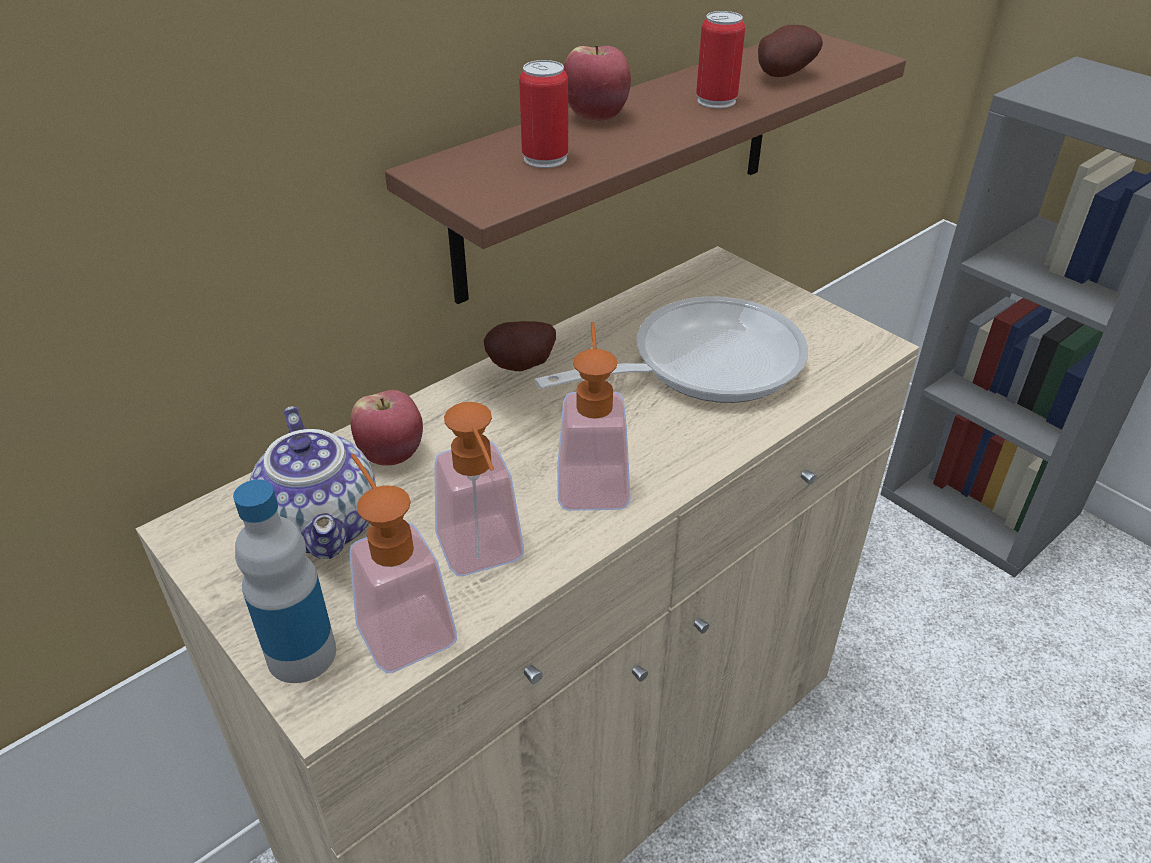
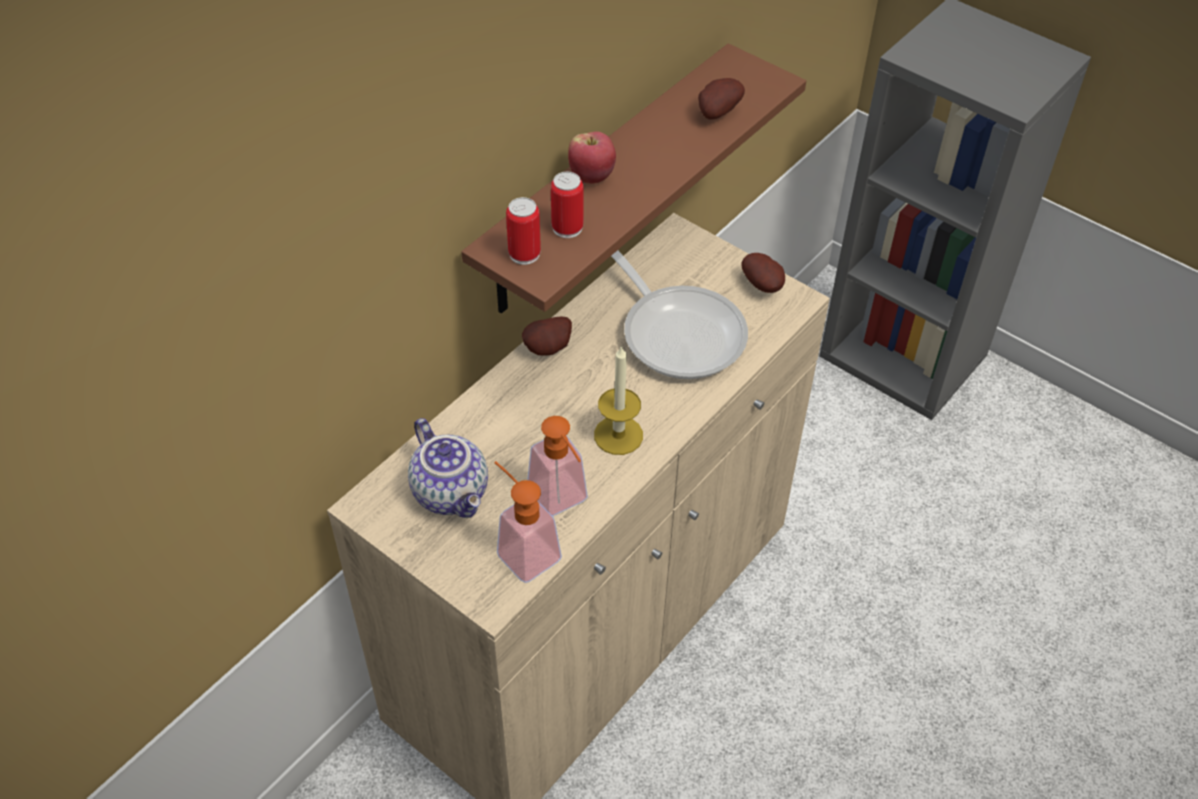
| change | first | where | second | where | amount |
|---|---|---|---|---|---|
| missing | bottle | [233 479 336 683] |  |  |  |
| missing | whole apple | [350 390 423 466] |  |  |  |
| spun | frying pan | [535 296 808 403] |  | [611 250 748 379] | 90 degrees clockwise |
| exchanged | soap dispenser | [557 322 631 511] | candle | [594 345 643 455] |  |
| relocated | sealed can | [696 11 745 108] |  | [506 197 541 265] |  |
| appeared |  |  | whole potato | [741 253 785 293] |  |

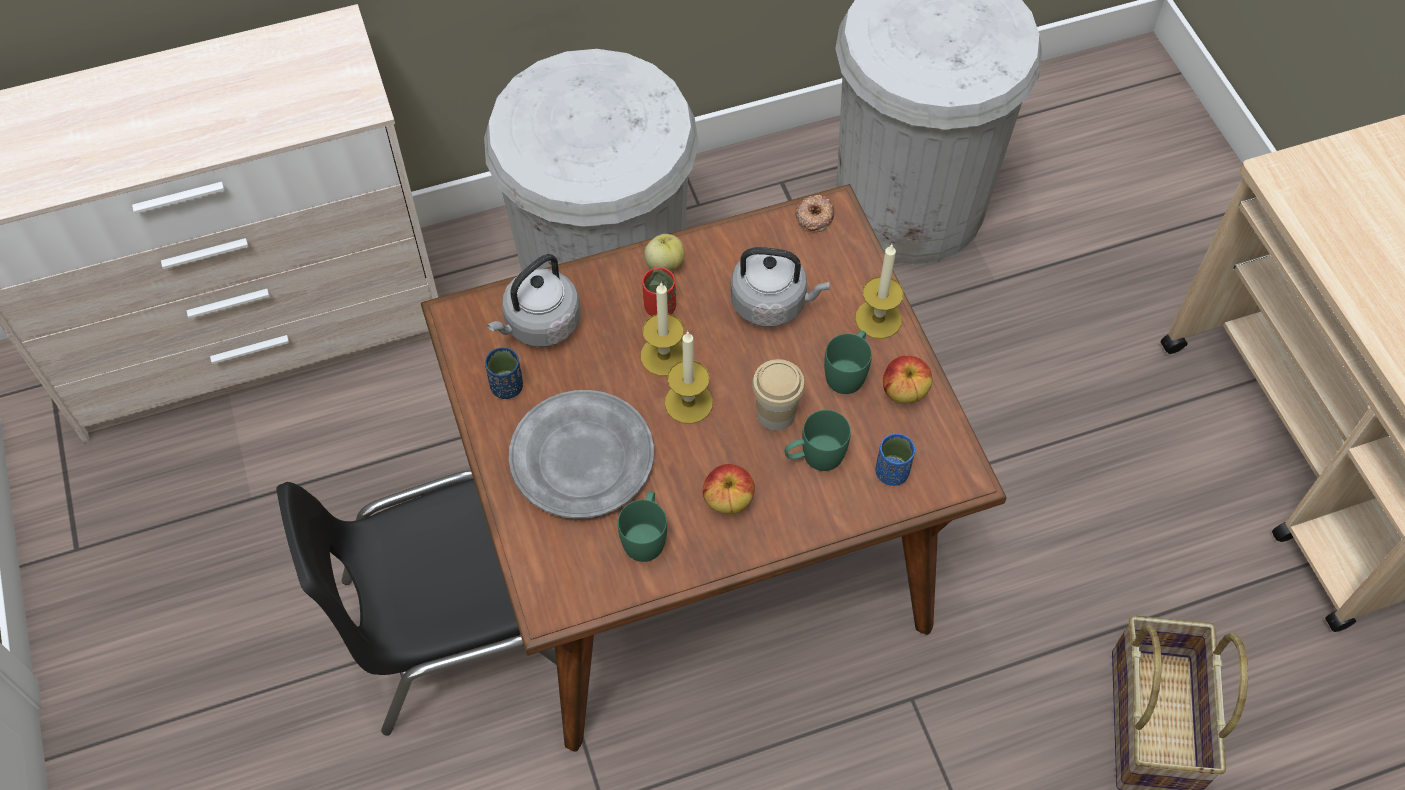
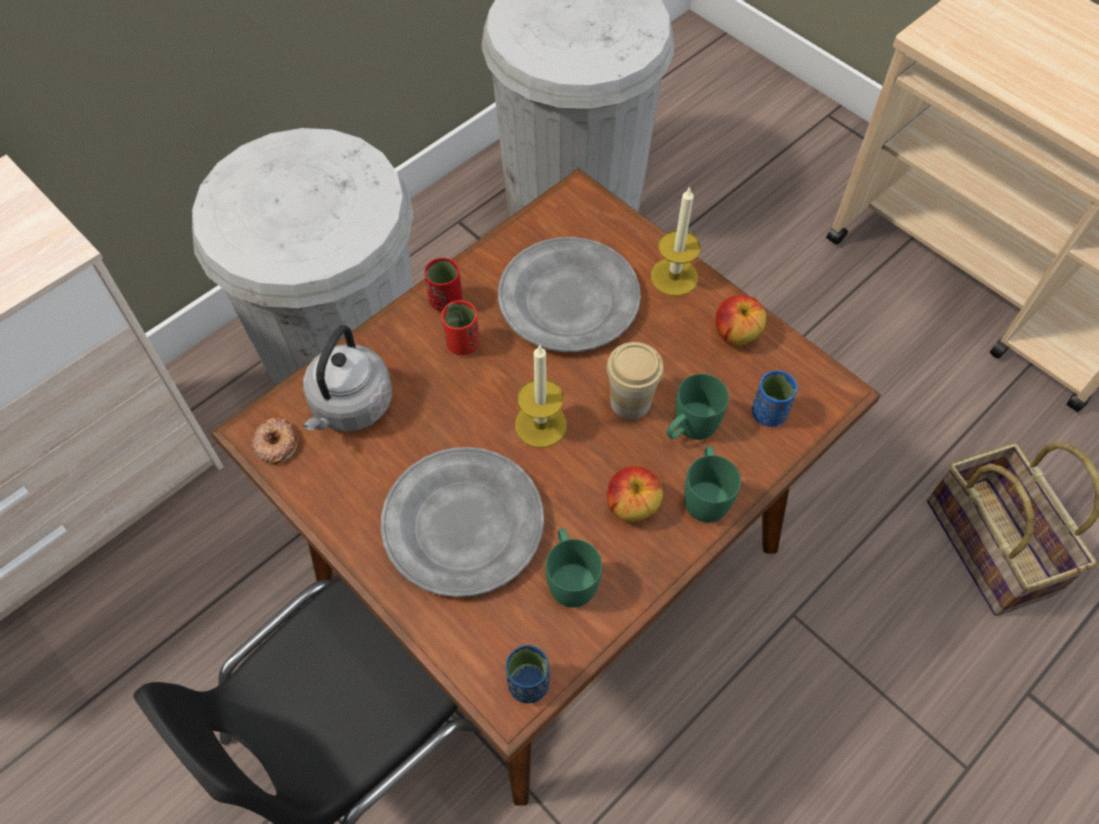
| change | first | where | second | where | amount |
|---|---|---|---|---|---|
| relocated | small cup (blue) | [485 347 523 399] |  | [506 645 549 704] |  |
| missing | candle | [641 282 684 376] |  |  |  |
| exchanged | whole apple | [644 234 685 270] | small cup (red-coloured) | [424 258 462 312] |  |
| exchanged | tea kettle (grey) | [731 247 830 327] | dinner plate (grey) | [498 237 641 352] |  |
| relocated | doughnut | [795 195 834 232] |  | [251 418 298 465] |  |
| relocated | tea mug (green) | [824 331 872 394] |  | [684 446 741 522] |  |

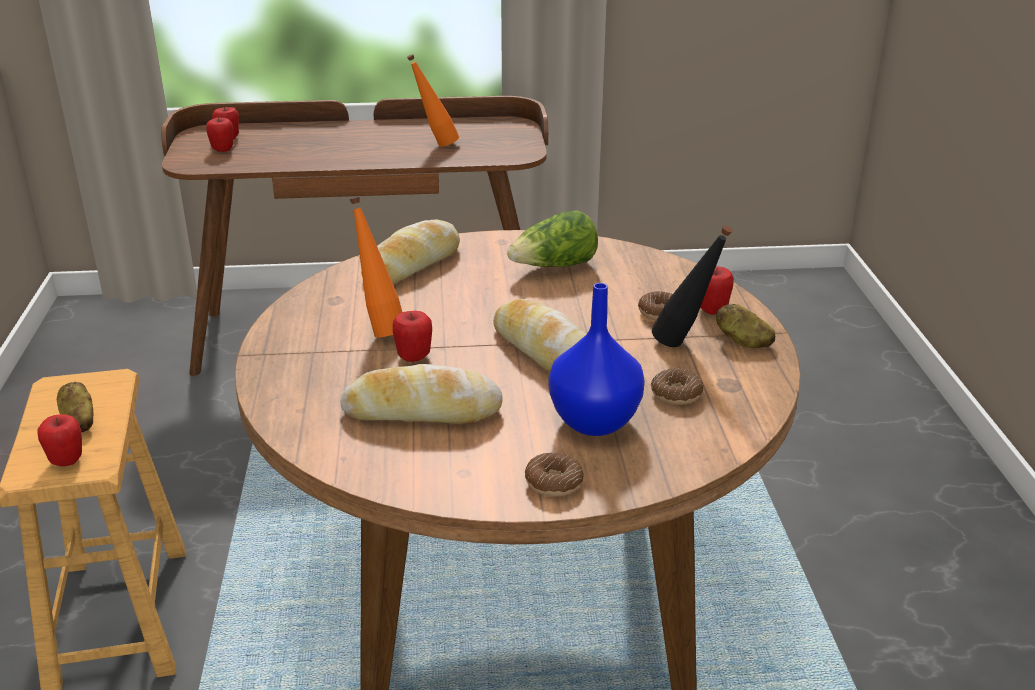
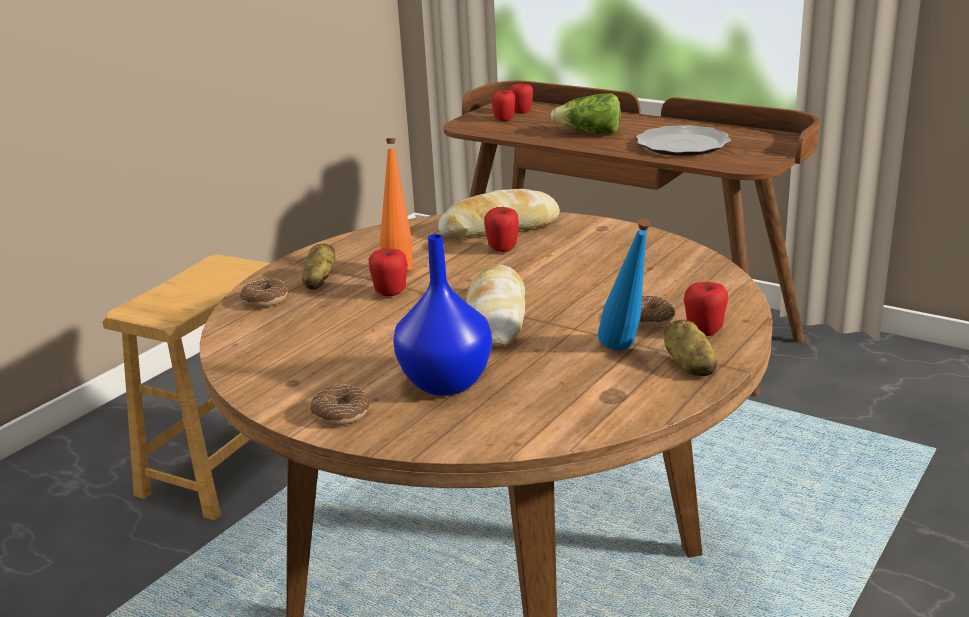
| change | first | where | second | where | amount |
|---|---|---|---|---|---|
| relocated | whole apple | [37 414 82 466] |  | [484 207 519 252] |  |
| relocated | whole potato | [57 382 93 432] |  | [302 244 335 290] |  |
| missing | baked bread | [340 364 503 423] |  |  |  |
| exchanged | bottle (orangey) | [407 54 459 147] | dinner plate | [636 125 731 156] |  |
| relocated | lettuce head | [507 211 598 267] |  | [551 94 621 134] |  |
| relocated | doughnut | [651 368 703 405] |  | [240 278 288 307] |  |
| colour | bottle (blackish) | [652 225 733 347] | bottle (blue) | [598 218 651 351] |  |

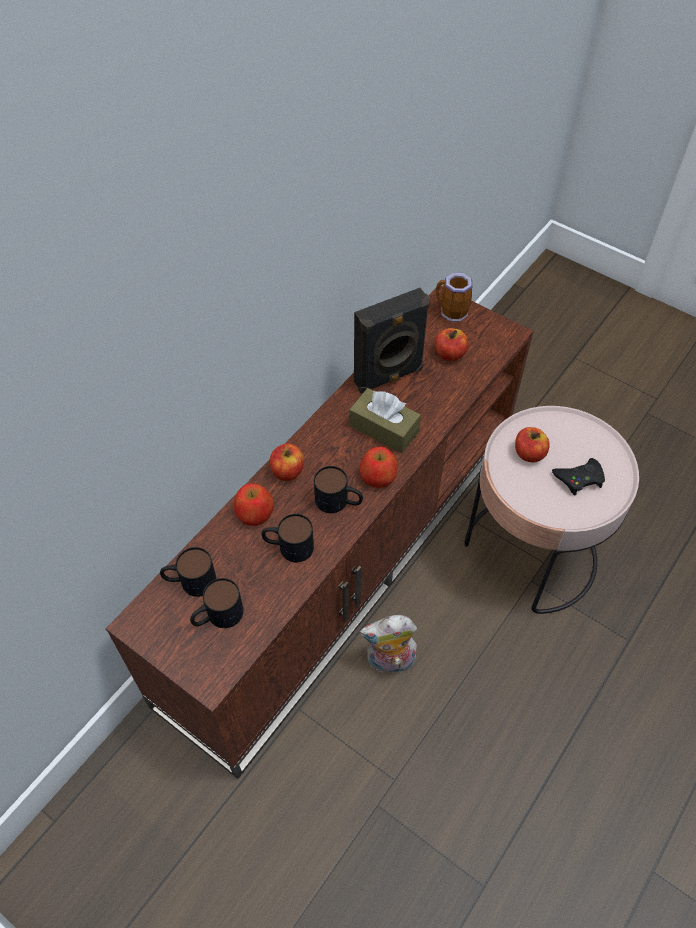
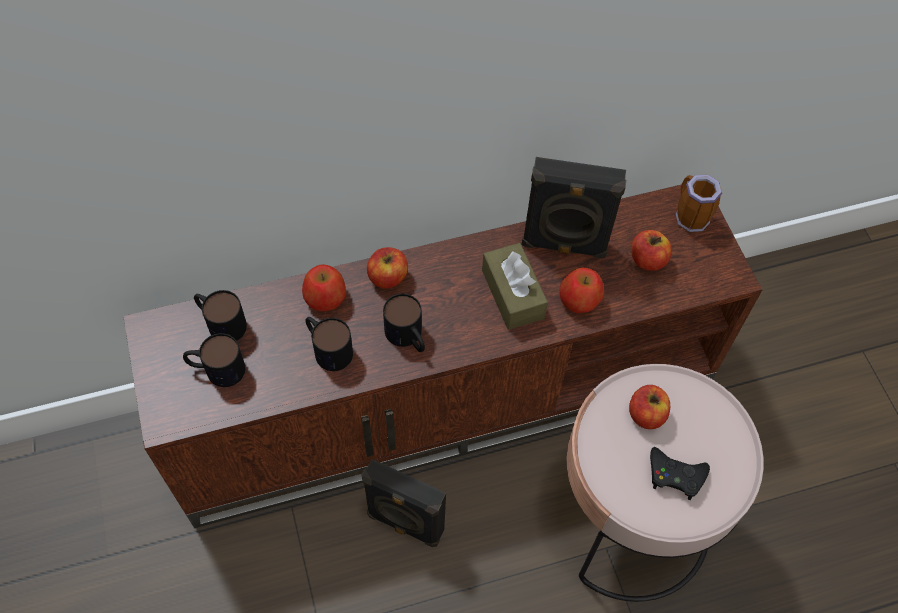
| change | first | where | second | where | amount |
|---|---|---|---|---|---|
| relocated | whole apple | [359 446 398 488] |  | [560 267 604 313] |  |
| exchanged | plush toy | [360 615 417 673] | speaker (blackish) | [362 459 446 547] |  |

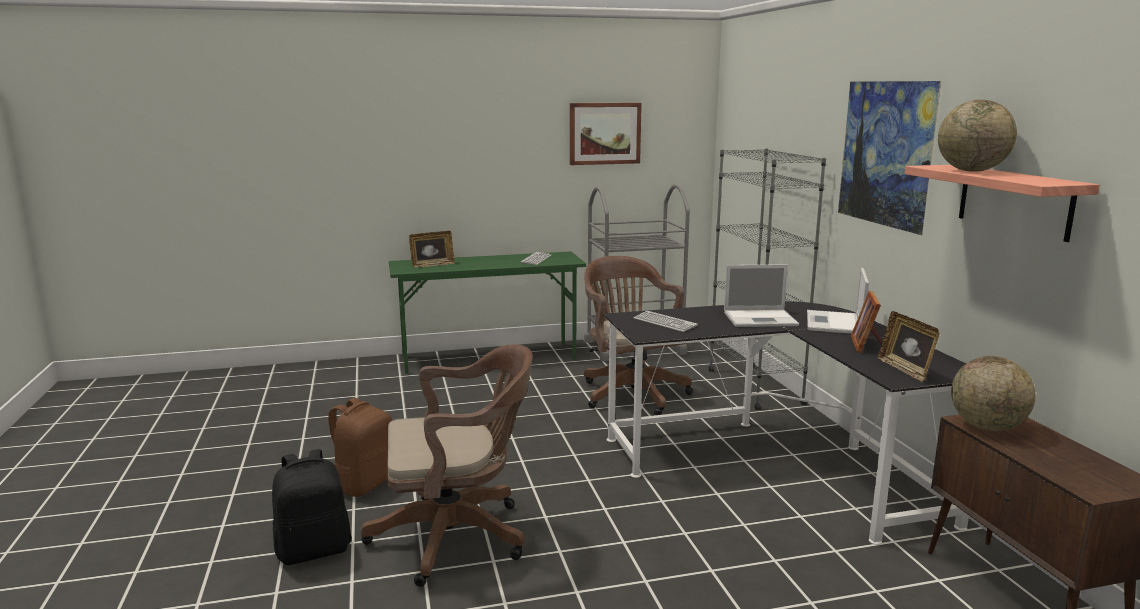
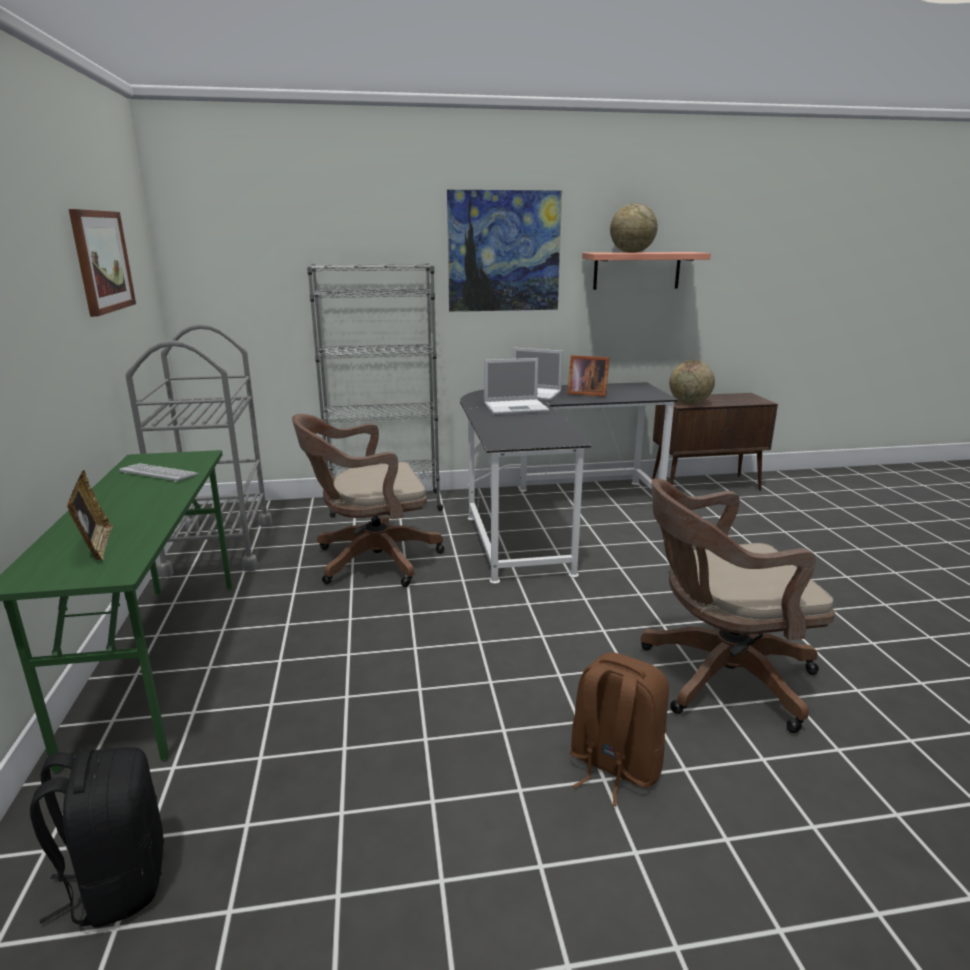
| change | first | where | second | where | amount |
|---|---|---|---|---|---|
| relocated | knapsack (blackish) | [272 449 352 565] |  | [30 747 164 928] |  |
| spun | desk chair (brownish) | [361 344 533 587] |  | [640 479 835 733] | 90 degrees counterclockwise |
| missing | PC keyboard | [633 311 698 332] |  |  |  |
| spun | laptop | [724 264 799 327] |  | [484 358 550 415] | 75 degrees clockwise |
| missing | photo frame | [878 311 940 382] |  |  |  |

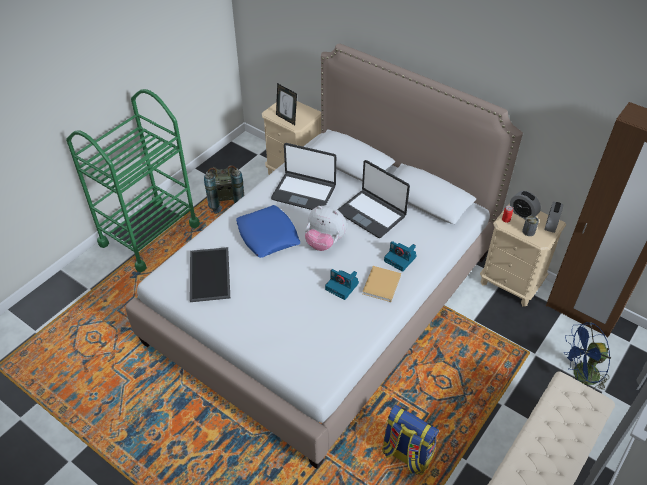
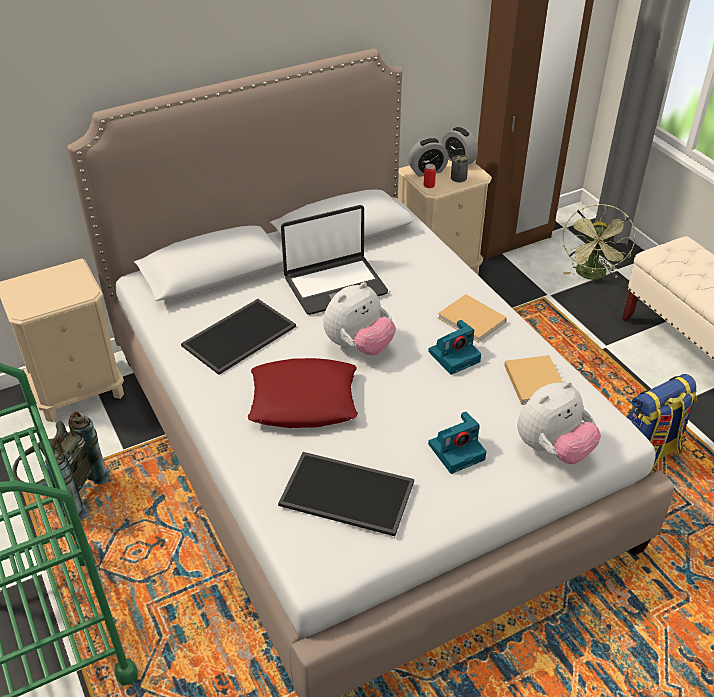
| change | first | where | second | where | amount |
|---|---|---|---|---|---|
| colour | pillow (blue) | [236 205 300 258] | pillow (red-coloured) | [248 358 358 428] |  |
| exchanged | laptop | [271 143 336 210] | tray | [181 299 296 375] |  |
| missing | photo frame | [276 83 297 125] |  |  |  |
| relocated | photo camera | [384 241 417 272] |  | [428 412 487 474] |  |
| colour | electric fan (blue) | [564 322 611 390] | electric fan (green) | [563 204 636 280] |  |
| appeared |  |  | volume (sand-coloured) | [504 355 563 405] |  |
| appeared |  |  | plush toy | [517 381 601 464] |  |

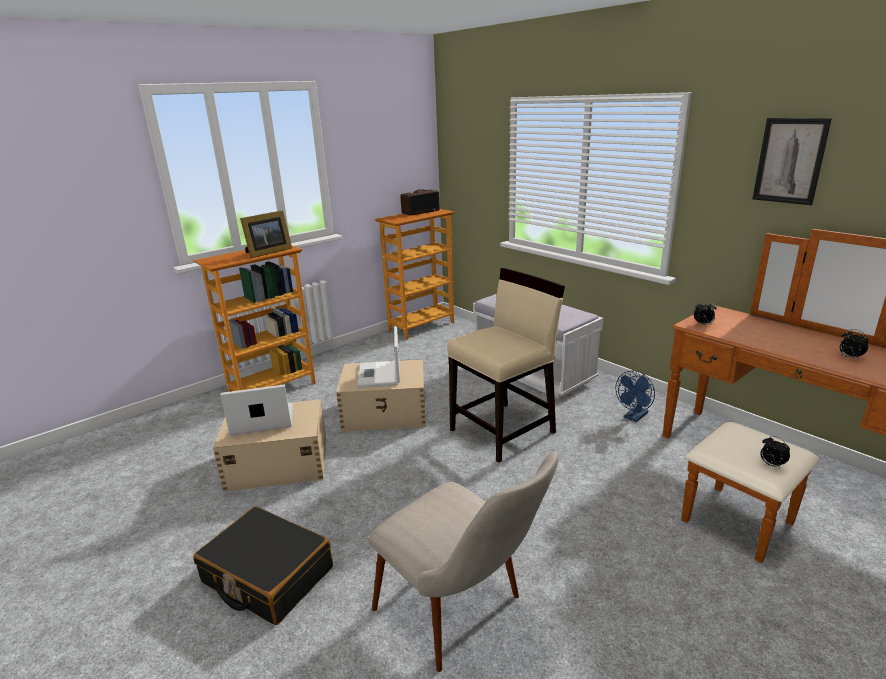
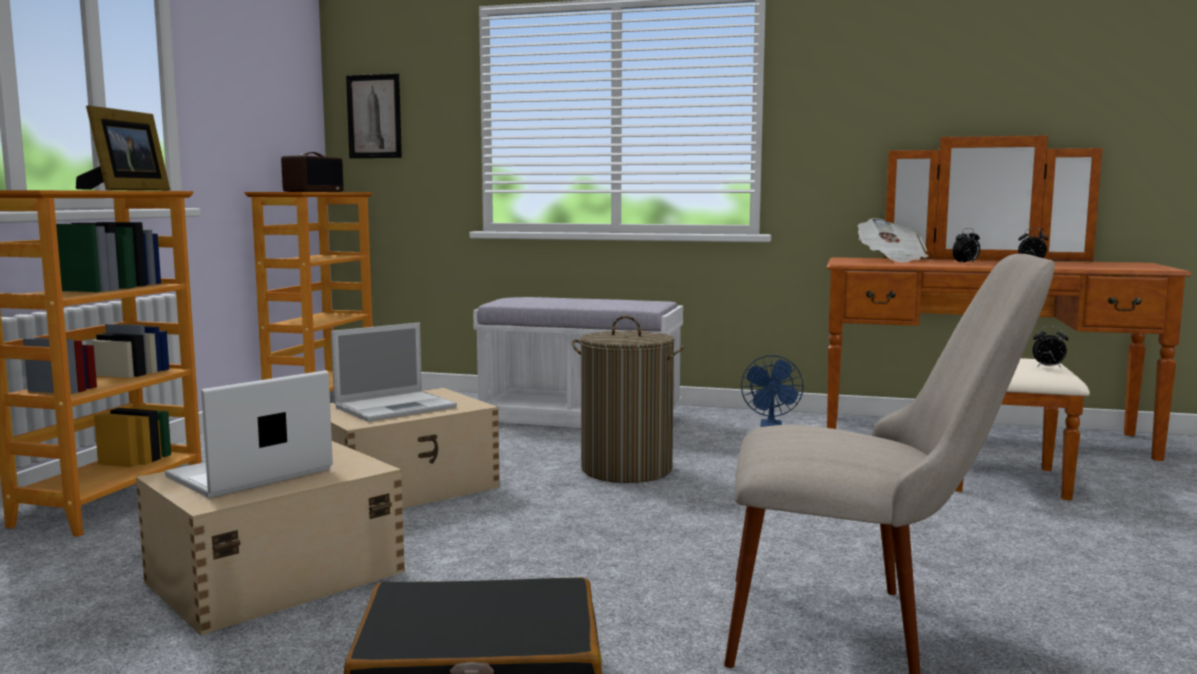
| change | first | where | second | where | amount |
|---|---|---|---|---|---|
| spun | laptop | [357 326 400 388] |  | [331 323 457 422] | 90 degrees counterclockwise |
| exchanged | upright chair (sand-coloured) | [447 268 565 463] | washing basket | [572 315 685 483] |  |
| relocated | table clock | [694 301 717 325] |  | [953 228 980 264] |  |
| relocated | wall art | [752 118 832 205] |  | [346 74 402 158] |  |
| appeared |  |  | daily paper | [858 218 928 263] |  |

